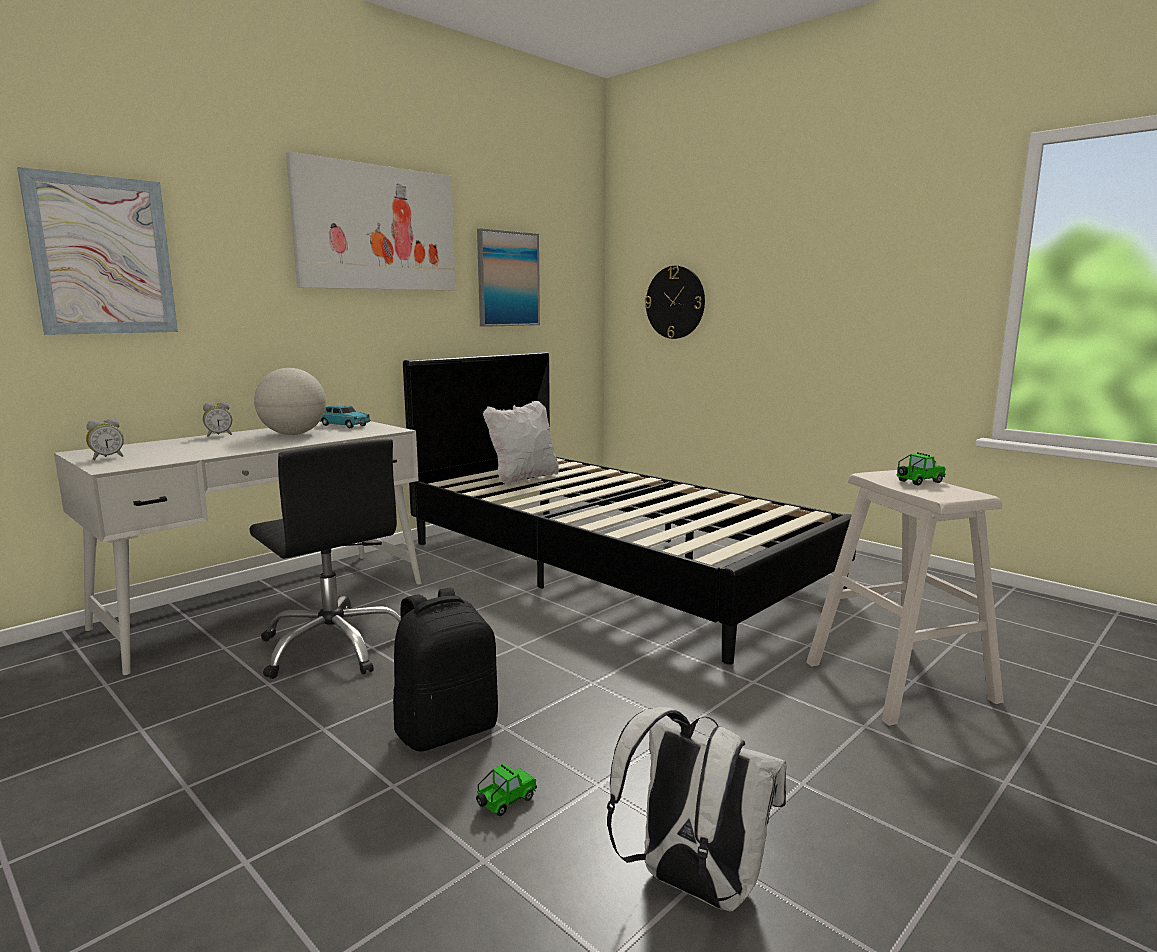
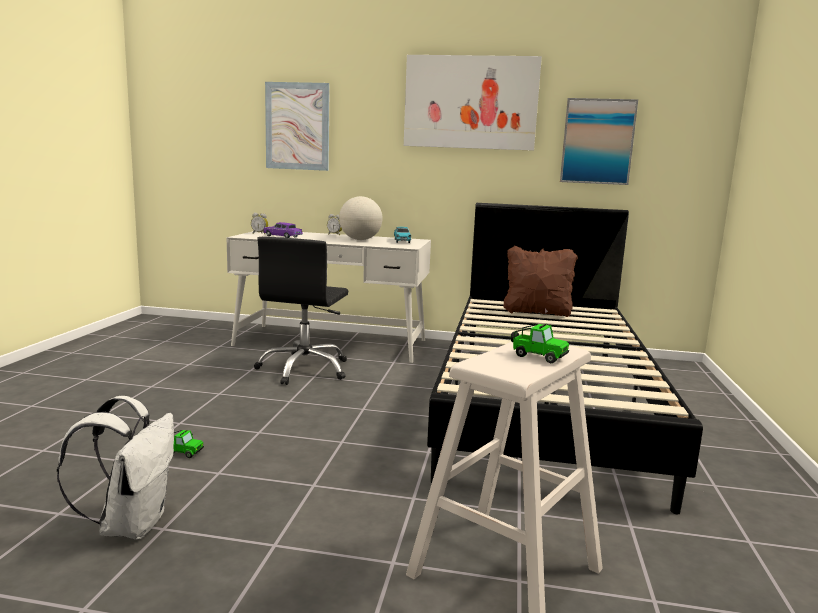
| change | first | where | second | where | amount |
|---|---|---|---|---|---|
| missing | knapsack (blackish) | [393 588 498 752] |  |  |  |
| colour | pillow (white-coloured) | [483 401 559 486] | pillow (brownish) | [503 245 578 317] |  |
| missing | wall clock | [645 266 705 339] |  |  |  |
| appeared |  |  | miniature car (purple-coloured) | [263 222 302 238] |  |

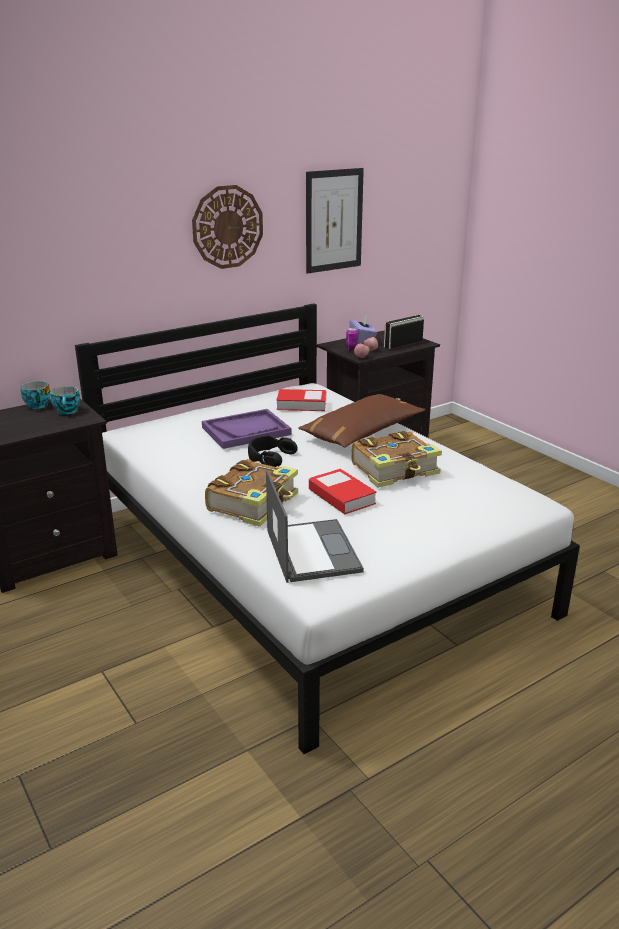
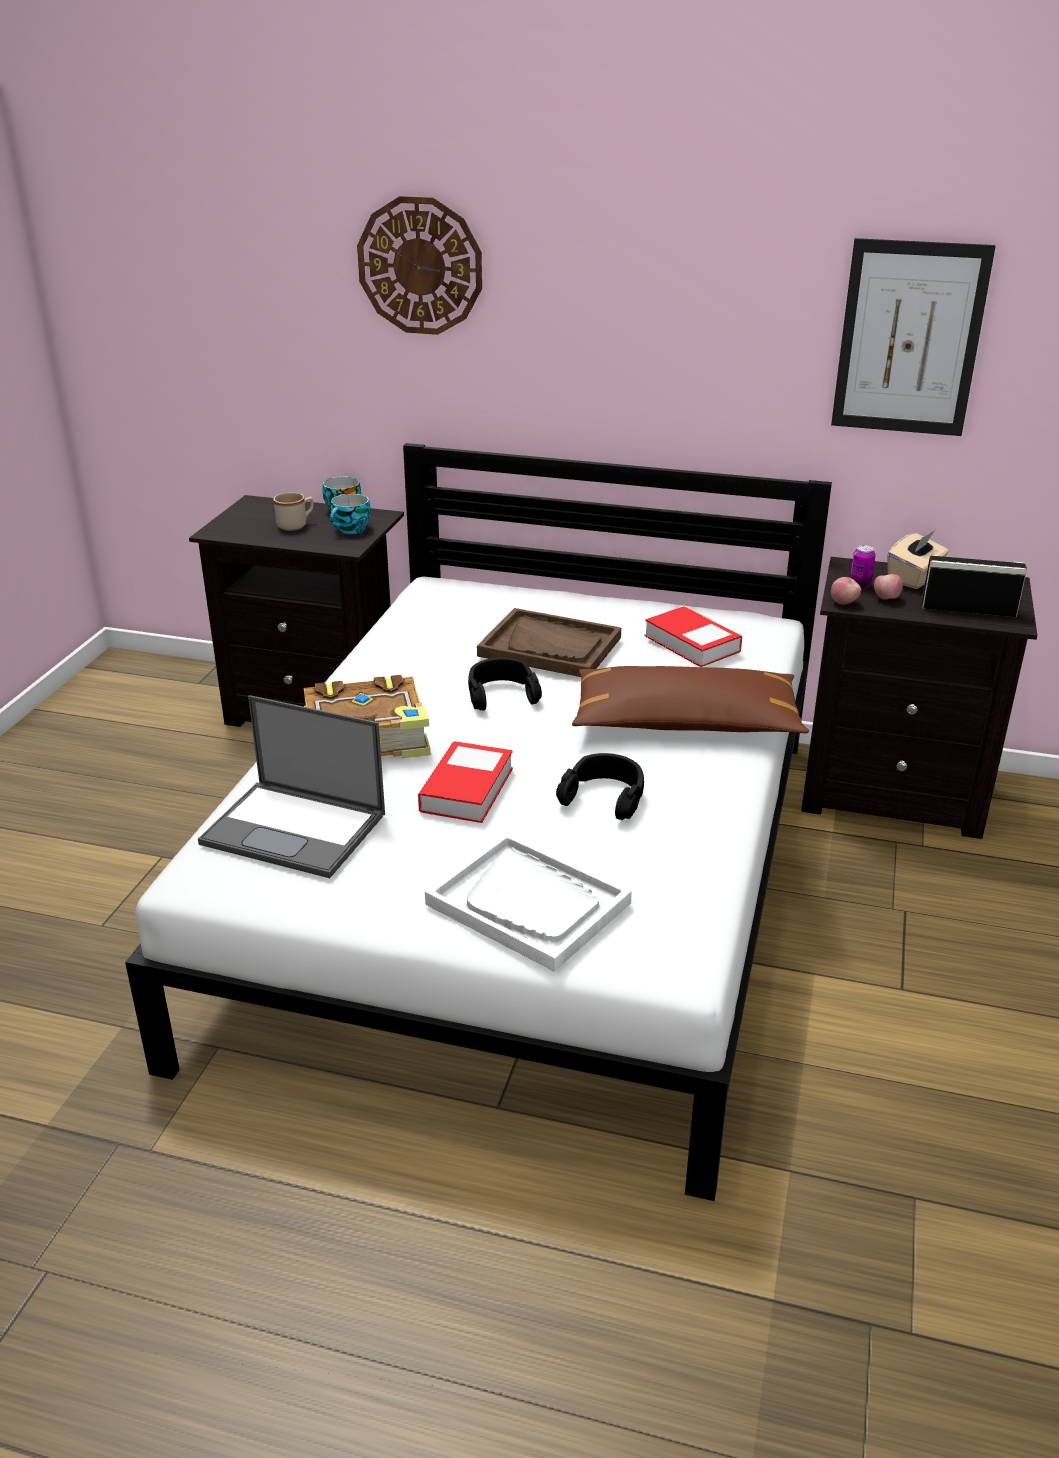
| change | first | where | second | where | amount |
|---|---|---|---|---|---|
| relocated | wall clock | [192 185 263 269] |  | [357 196 482 335] |  |
| colour | tray (purple-coloured) | [202 409 292 449] | tray (brownish) | [477 608 621 677] |  |
| spun | laptop | [266 470 364 583] |  | [198 695 385 878] | 75 degrees clockwise |
| colour | box of tissues (purple-coloured) | [349 314 377 344] | box of tissues (sand-coloured) | [887 530 949 589] |  |
| exchanged | volume | [351 431 442 488] | pair of headphones (blackish) | [556 753 644 820] |  |
| appeared |  |  | tea mug (sand-coloured) | [273 492 314 531] |  |
| appeared |  |  | tray (white-coloured) | [425 833 632 972] |  |

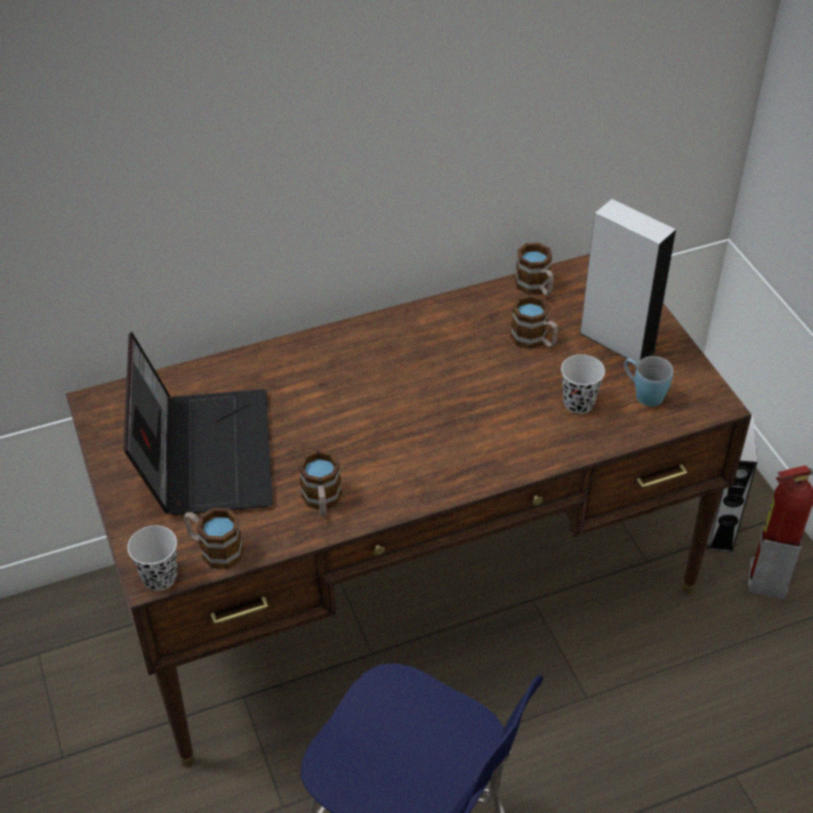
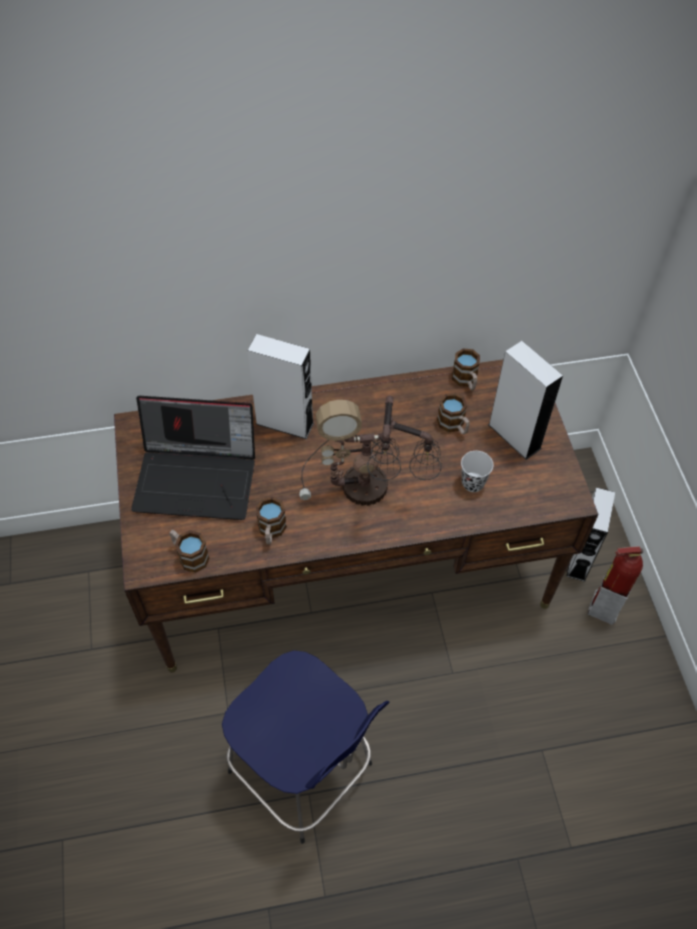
| change | first | where | second | where | amount |
|---|---|---|---|---|---|
| spun | laptop | [124 332 273 515] |  | [131 396 255 520] | 90 degrees clockwise |
| missing | small cup (blackish) | [127 525 177 591] |  |  |  |
| missing | tea mug (blue) | [624 356 673 406] |  |  |  |
| appeared |  |  | speaker (grey) | [247 334 314 439] |  |
| appeared |  |  | lamp for a table | [299 395 442 506] |  |

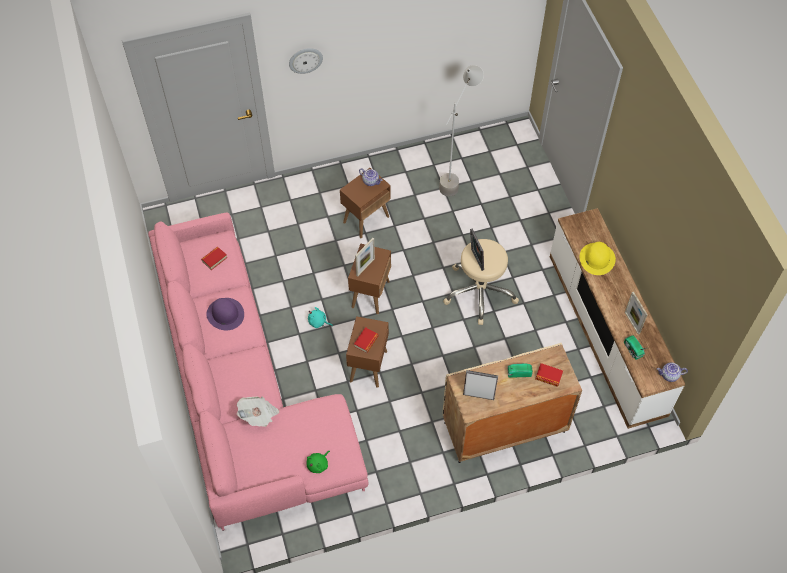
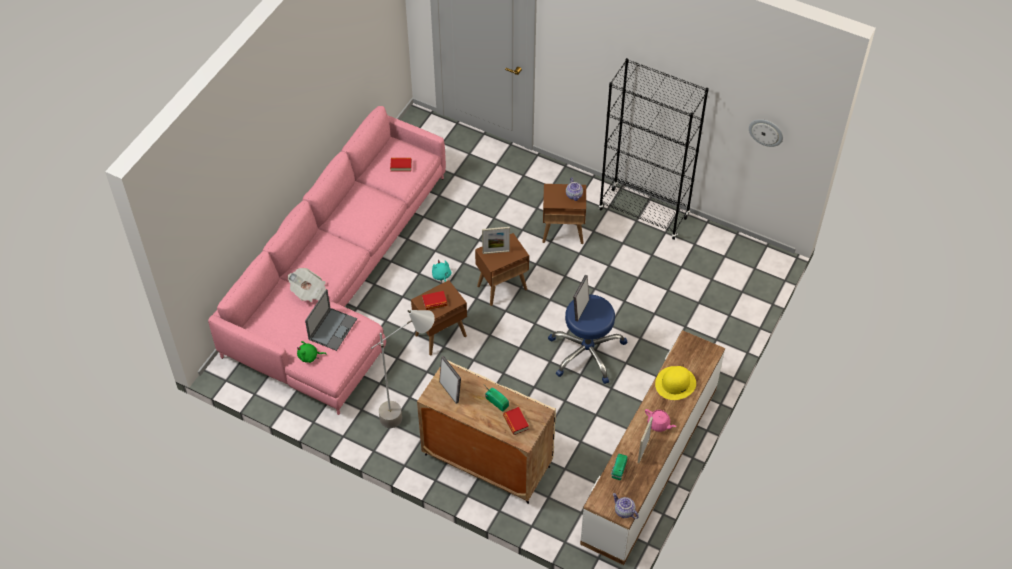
| change | first | where | second | where | amount |
|---|---|---|---|---|---|
| missing | clothing hat (purple-coloured) | [206 298 244 330] |  |  |  |
| relocated | wall clock | [289 48 323 74] |  | [749 119 783 147] |  |
| relocated | standard lamp (grey) | [439 65 484 196] |  | [371 310 435 428] |  |
| colour | stool (sand-coloured) | [443 239 519 325] | stool (blue) | [548 295 628 384] |  |
| appeared |  |  | laptop | [305 289 357 351] |  |
| appeared |  |  | shelving unit (blackish) | [599 58 709 240] |  |
| appeared |  |  | teapot (pink) | [645 409 676 432] |  |

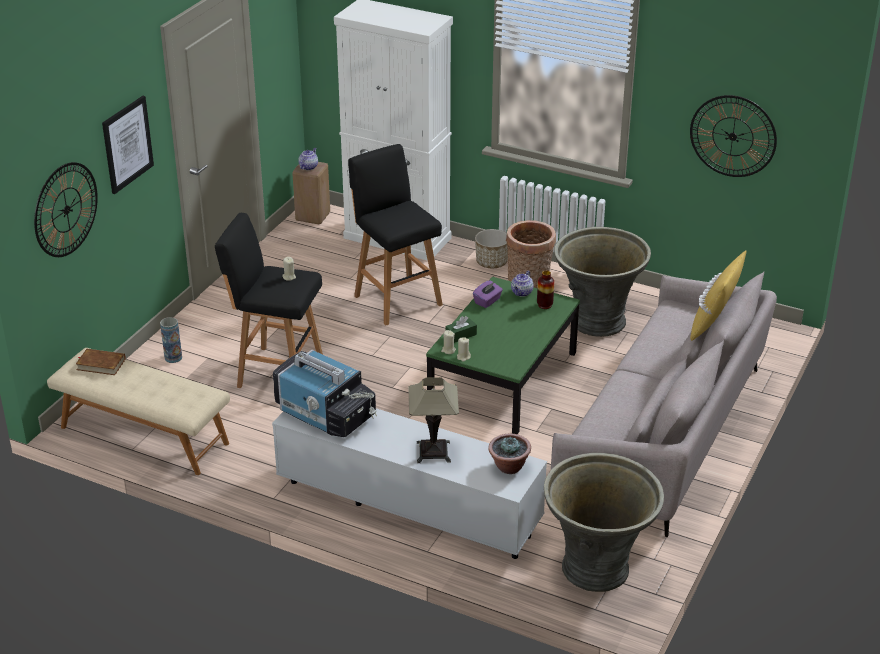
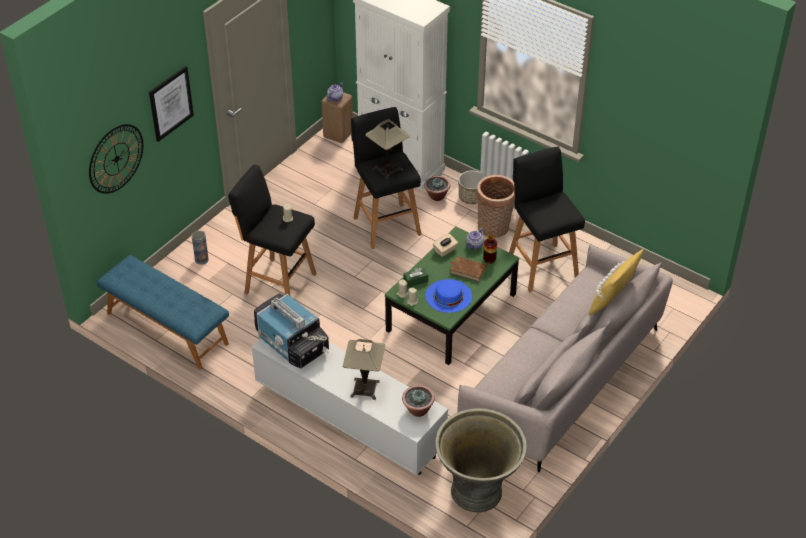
| change | first | where | second | where | amount |
|---|---|---|---|---|---|
| colour | bench (sand-coloured) | [47 348 230 475] | bench (blue) | [97 255 229 369] |  |
| relocated | volume (brownish) | [76 349 126 375] |  | [450 256 487 282] |  |
| colour | box of tissues (purple-coloured) | [473 280 503 308] | box of tissues (sand-coloured) | [433 234 458 257] |  |
| exchanged | flower pot (grey) | [554 227 651 337] | stool (blackish) | [509 146 585 292] |  |
| missing | wall clock | [690 95 777 177] |  |  |  |
| appeared |  |  | lamp for a table | [365 119 410 180] |  |
| appeared |  |  | plant in a pot | [424 176 450 201] |  |
| appeared |  |  | clothing hat (blue) | [426 279 472 313] |  |

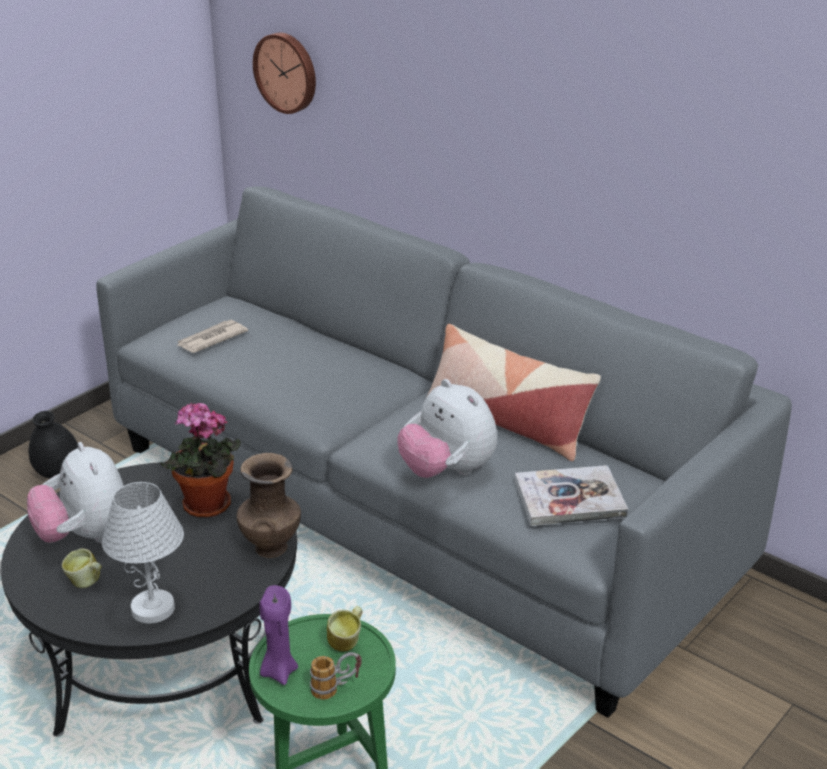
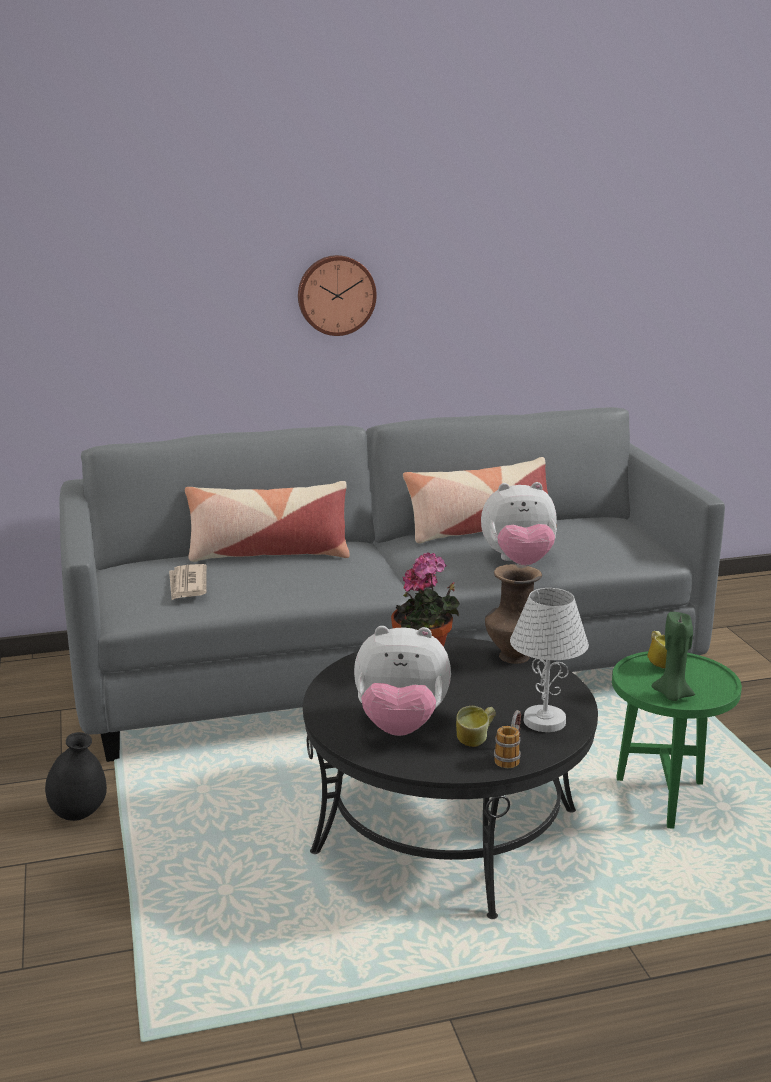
| change | first | where | second | where | amount |
|---|---|---|---|---|---|
| relocated | wall clock | [253 32 316 114] |  | [298 255 377 336] |  |
| colour | candle (purple-coloured) | [259 585 298 685] | candle (green) | [652 612 695 701] |  |
| relocated | tea mug | [310 652 362 700] |  | [494 710 521 768] |  |
| missing | volume | [514 465 628 526] |  |  |  |
| appeared |  |  | pillow | [185 481 350 562] |  |

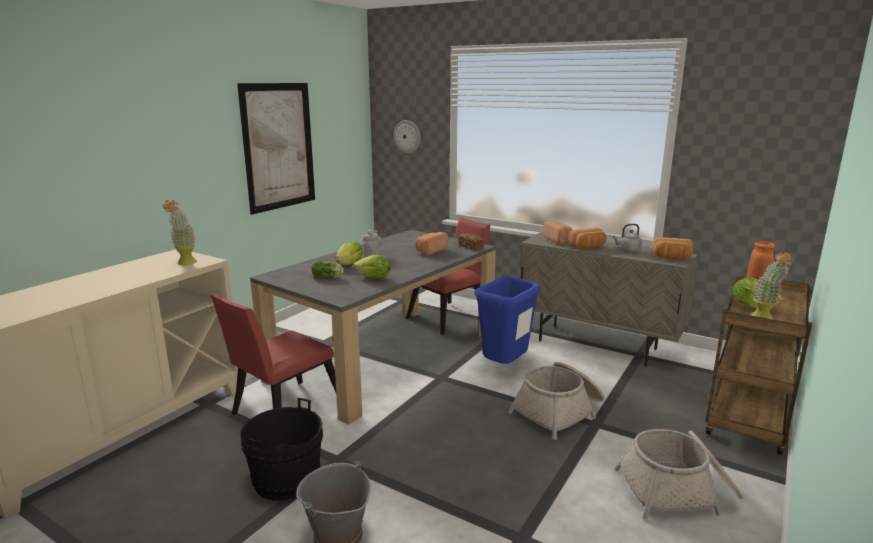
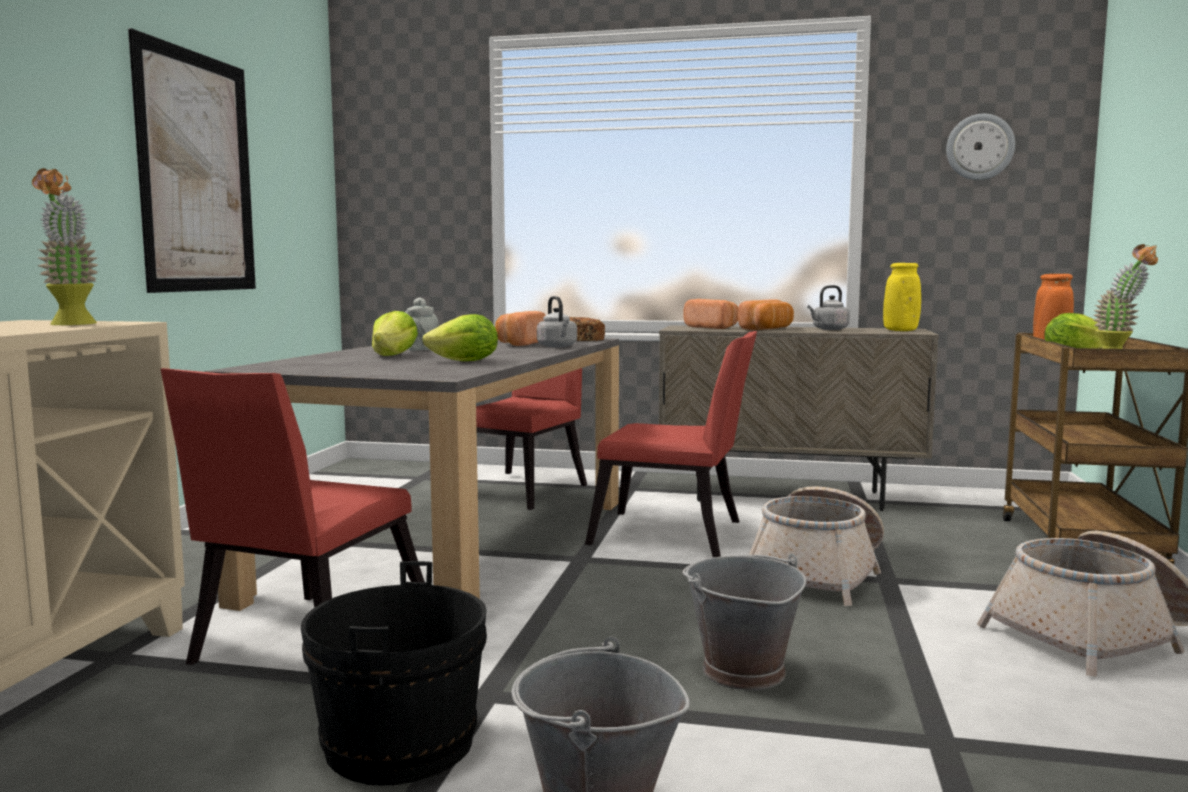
| change | first | where | second | where | amount |
|---|---|---|---|---|---|
| missing | lettuce head | [312 260 344 277] |  |  |  |
| relocated | wall clock | [394 120 421 153] |  | [946 114 1015 180] |  |
| exchanged | waste bin (blue) | [474 276 541 364] | upright chair (red-coloured) | [585 331 757 558] |  |
| exchanged | baked bread | [653 237 694 259] | vase (yellowish) | [883 263 921 331] |  |
| appeared |  |  | tea kettle (grey) | [537 296 577 348] |  |
| appeared |  |  | pail (grey) | [682 554 806 690] |  |

